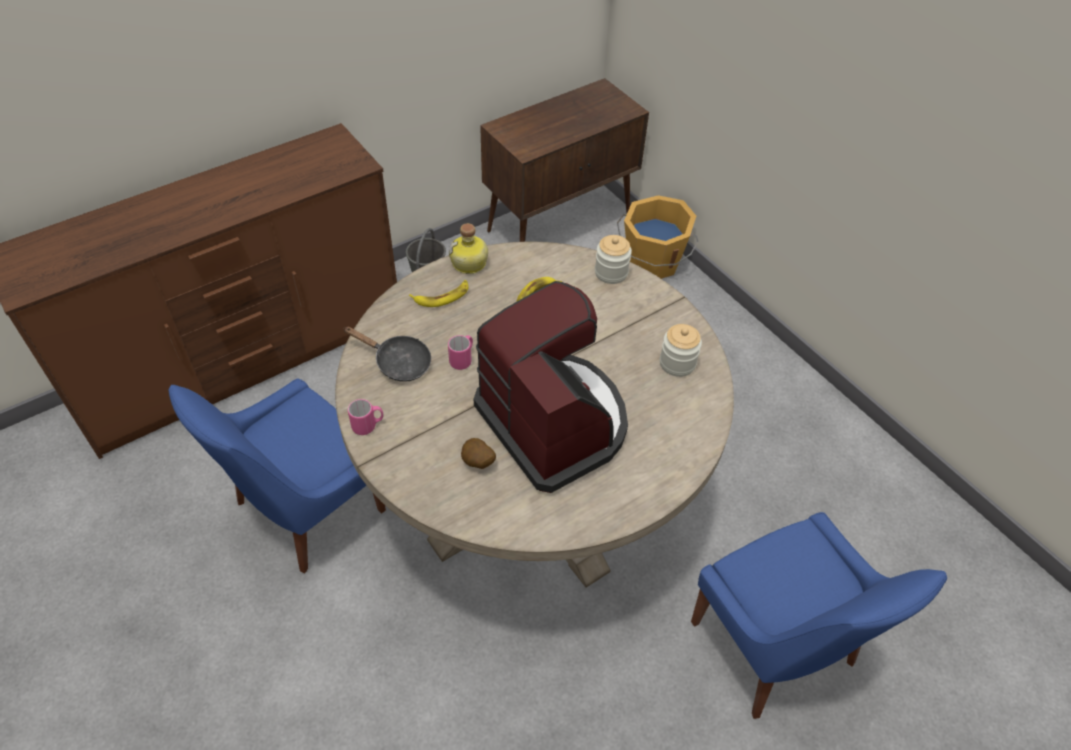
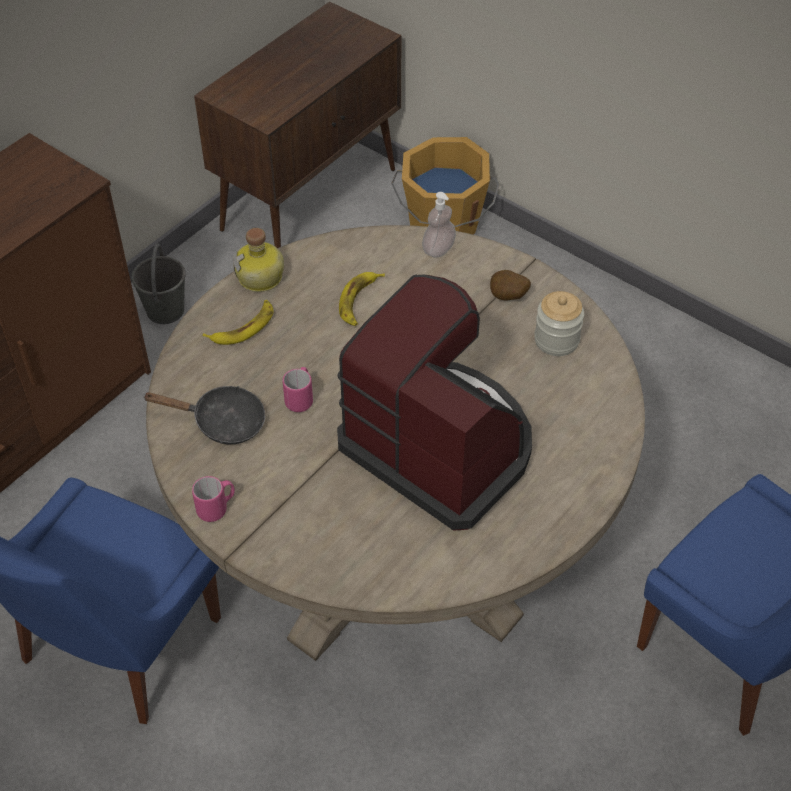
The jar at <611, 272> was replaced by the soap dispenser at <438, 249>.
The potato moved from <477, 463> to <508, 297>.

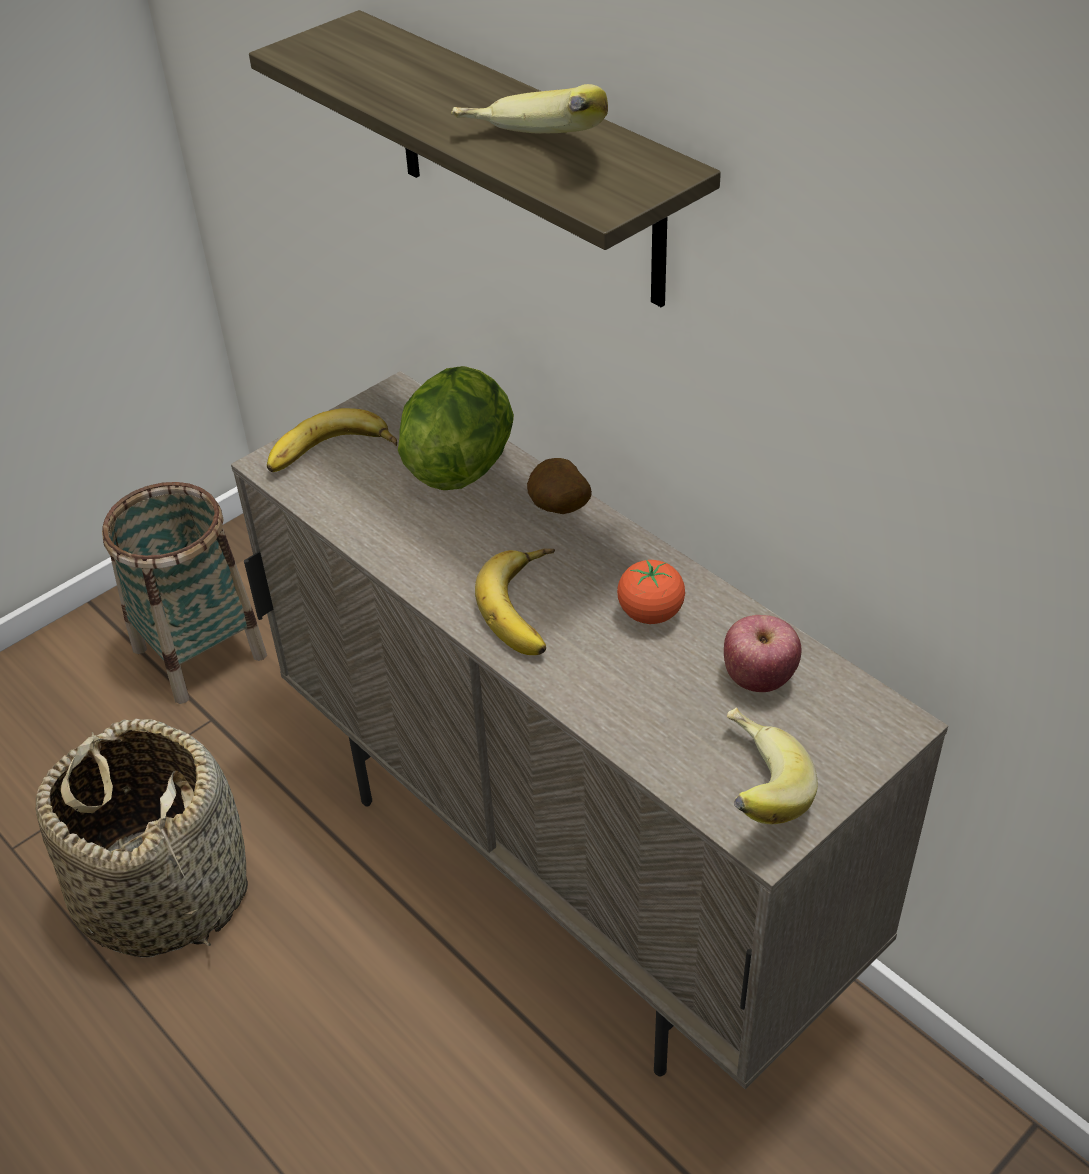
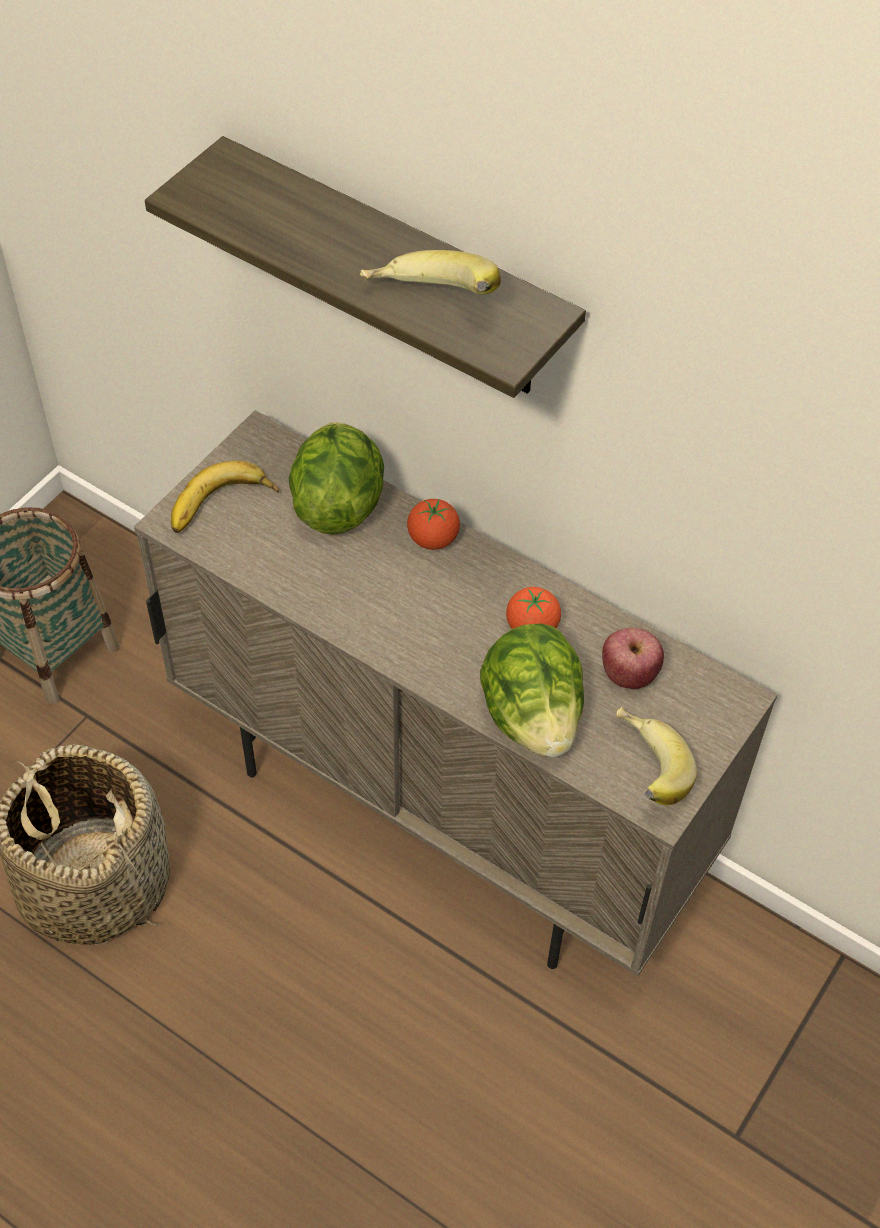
The potato at <558, 510> was replaced by the tomato at <433, 539>.
The banana at <530, 607> disappeared.
The lettuce at <532, 716> appeared.

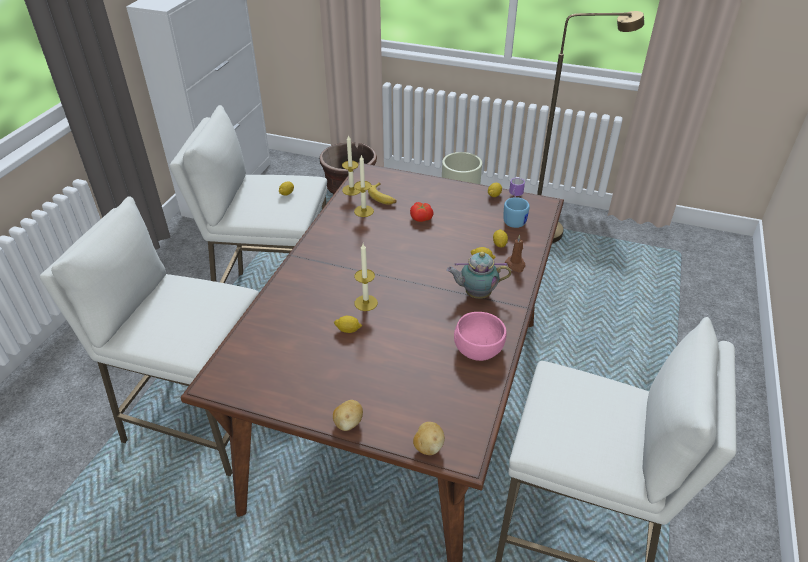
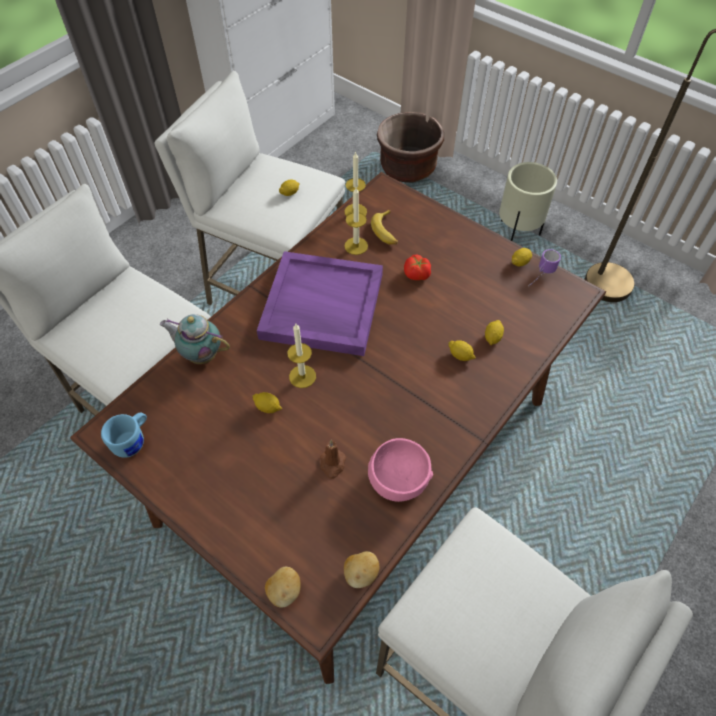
The mug (blue) moved from <515, 220> to <133, 440>.
The candle (brown) moved from <515, 265> to <332, 464>.
The teapot moved from <476, 294> to <201, 354>.
The potato moved from <348, 423> to <361, 573>.
The tray (purple) at <321, 306> appeared.

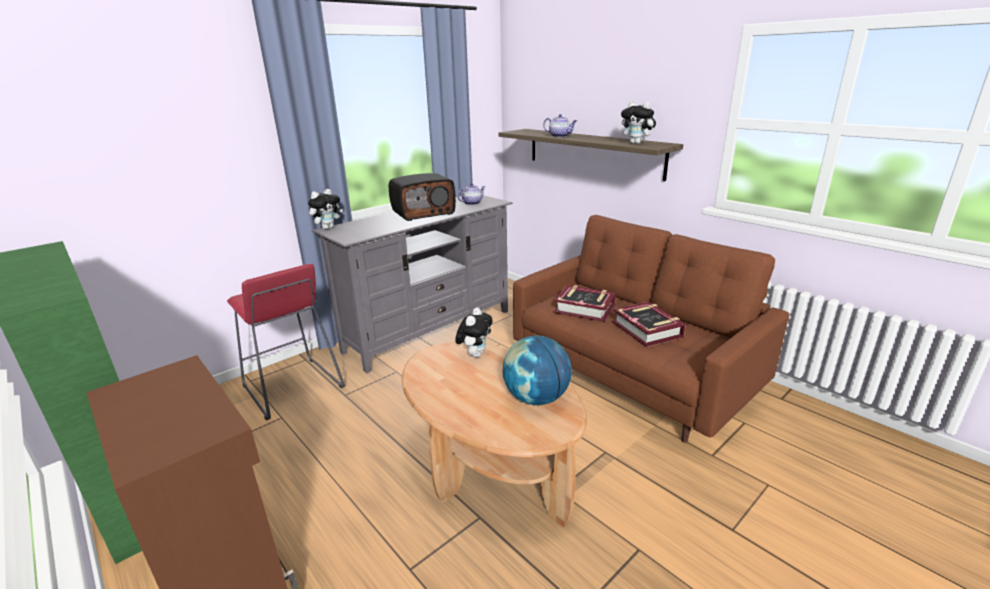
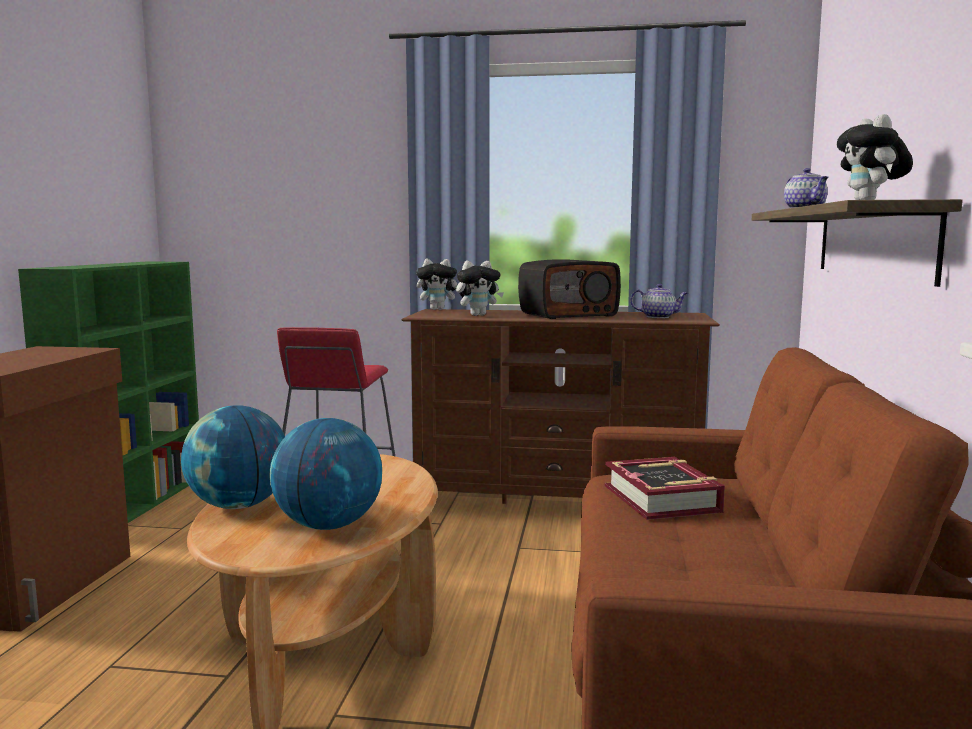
The radio at <423, 213> turned 45 degrees counterclockwise.
The tv stand (grey) at <429, 330> became the tv stand (brown) at <556, 505>.
The book at <647, 329> disappeared.
The plush toy moved from <475, 354> to <478, 315>.
The globe at <239, 506> appeared.

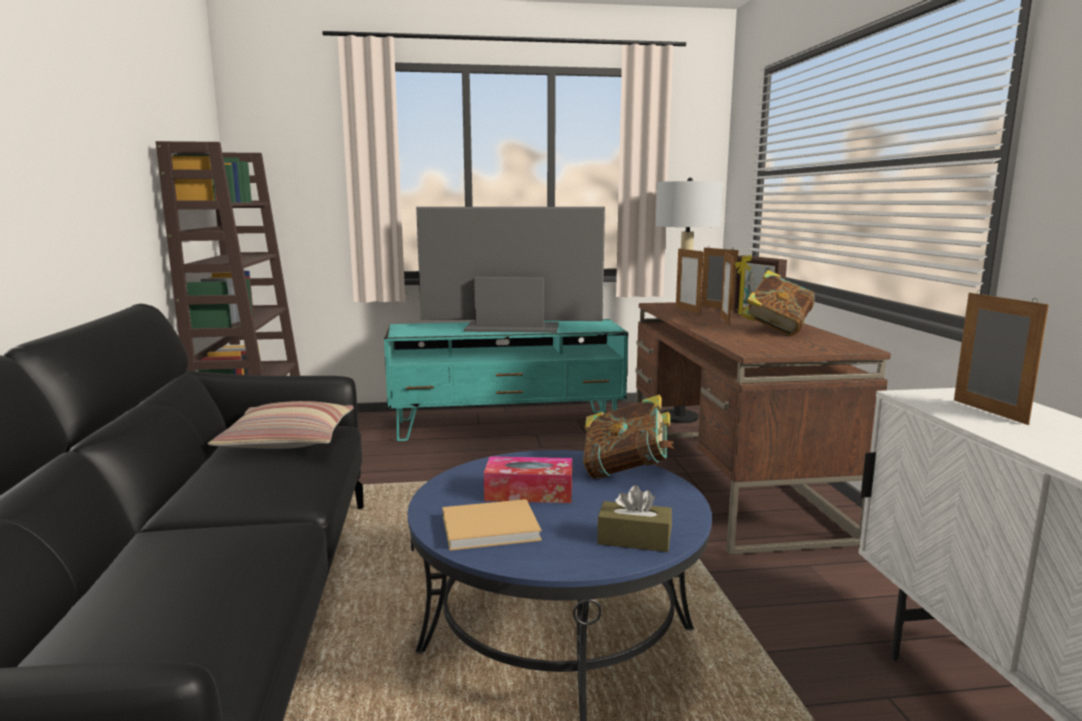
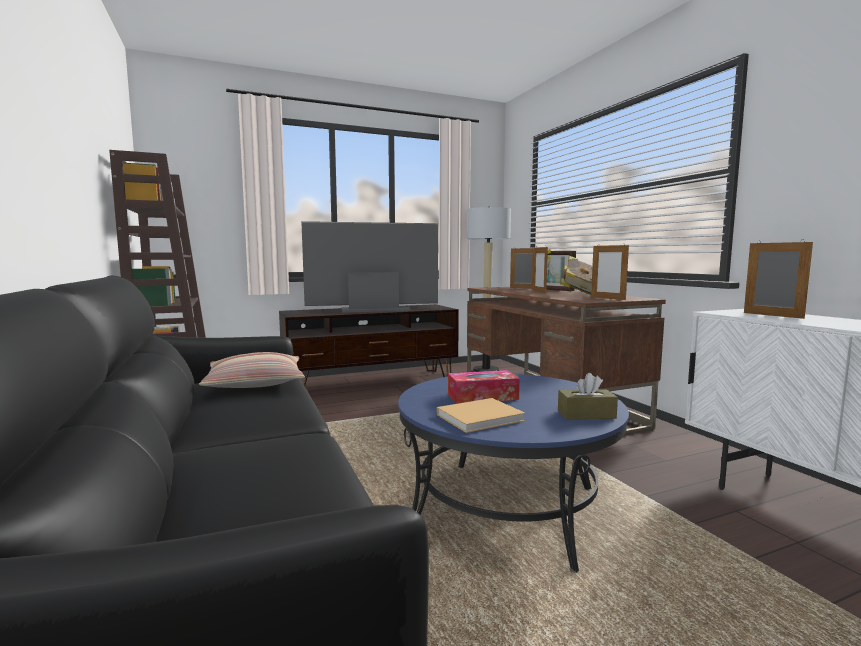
The picture frame moved from <687, 310> to <607, 298>.
The tv stand (turquoise) at <507, 426> became the tv stand (brown) at <371, 383>.
The book at <626, 472> disappeared.

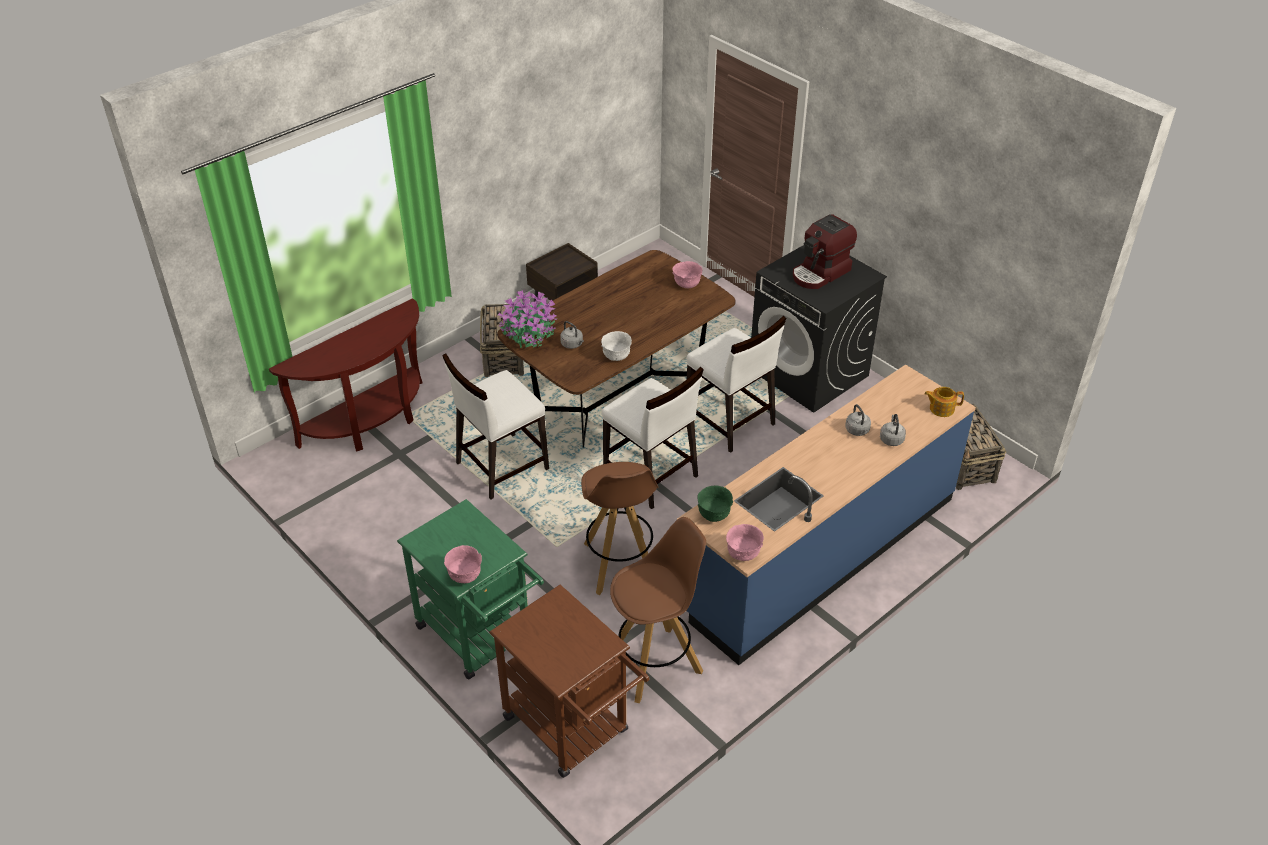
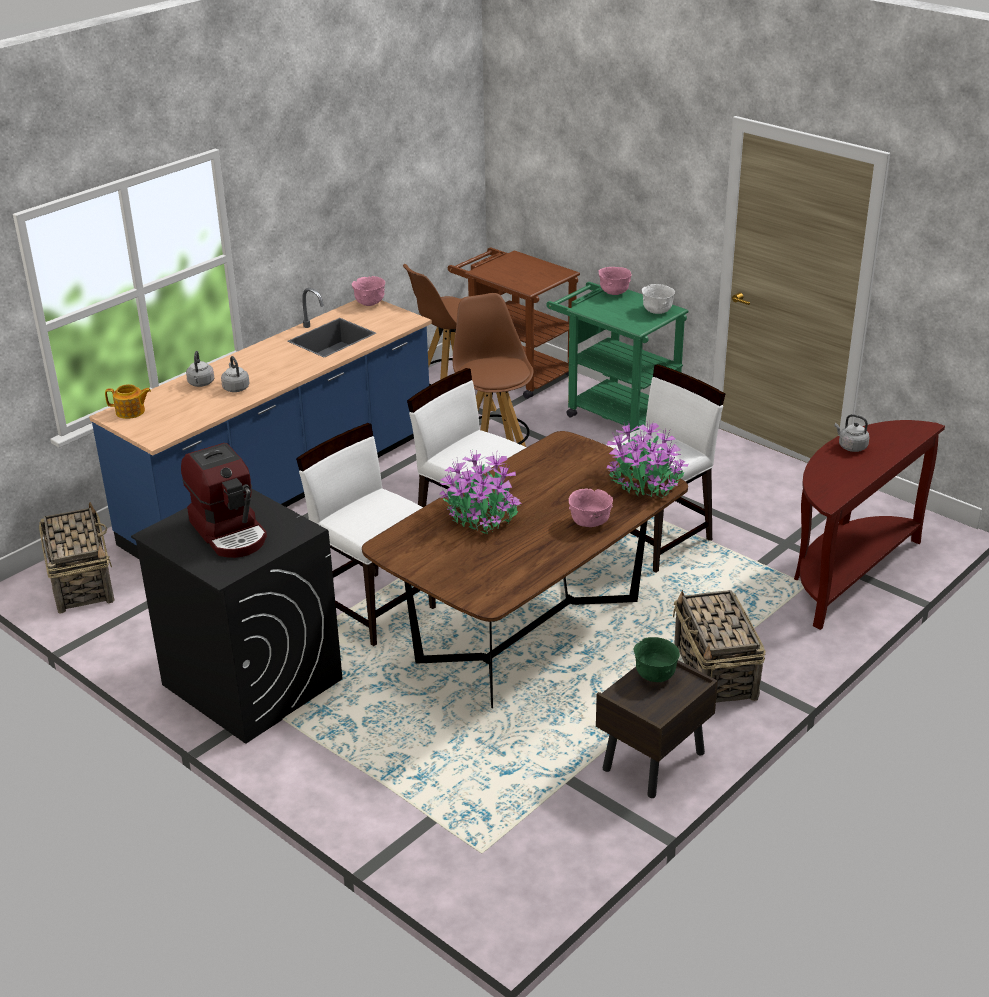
The coffee machine at <821, 273> turned 105 degrees clockwise.
The bowl (pink) moved from <687, 285> to <589, 523>.
The kettle (grey) moved from <572, 344> to <851, 446>.
The bowl (white) moved from <616, 357> to <657, 311>.
The bowl (green) moved from <714, 515> to <655, 675>.
The potted plant at <481, 516> appeared.

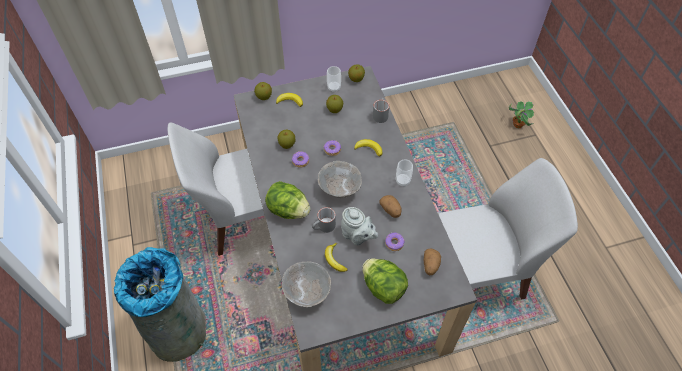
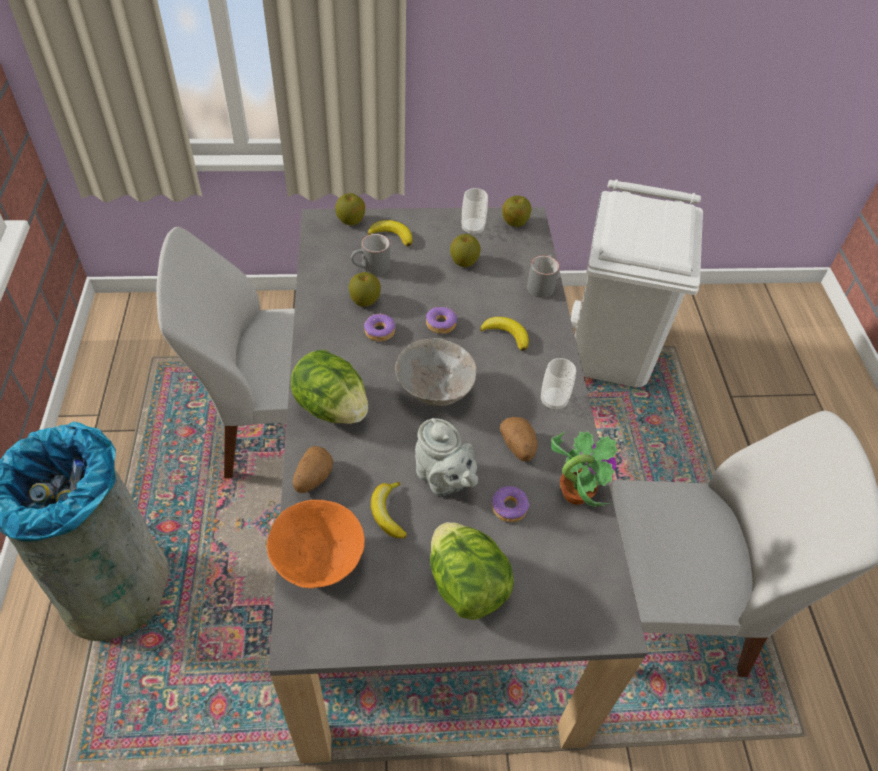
The potted plant moved from <517, 124> to <574, 492>.
The mug (grey) moved from <324, 227> to <371, 268>.
The potato moved from <430, 265> to <312, 478>.
The bowl (grey) at <307, 292> became the bowl (orange) at <318, 562>.
The trash can (white) at <611, 353> appeared.

